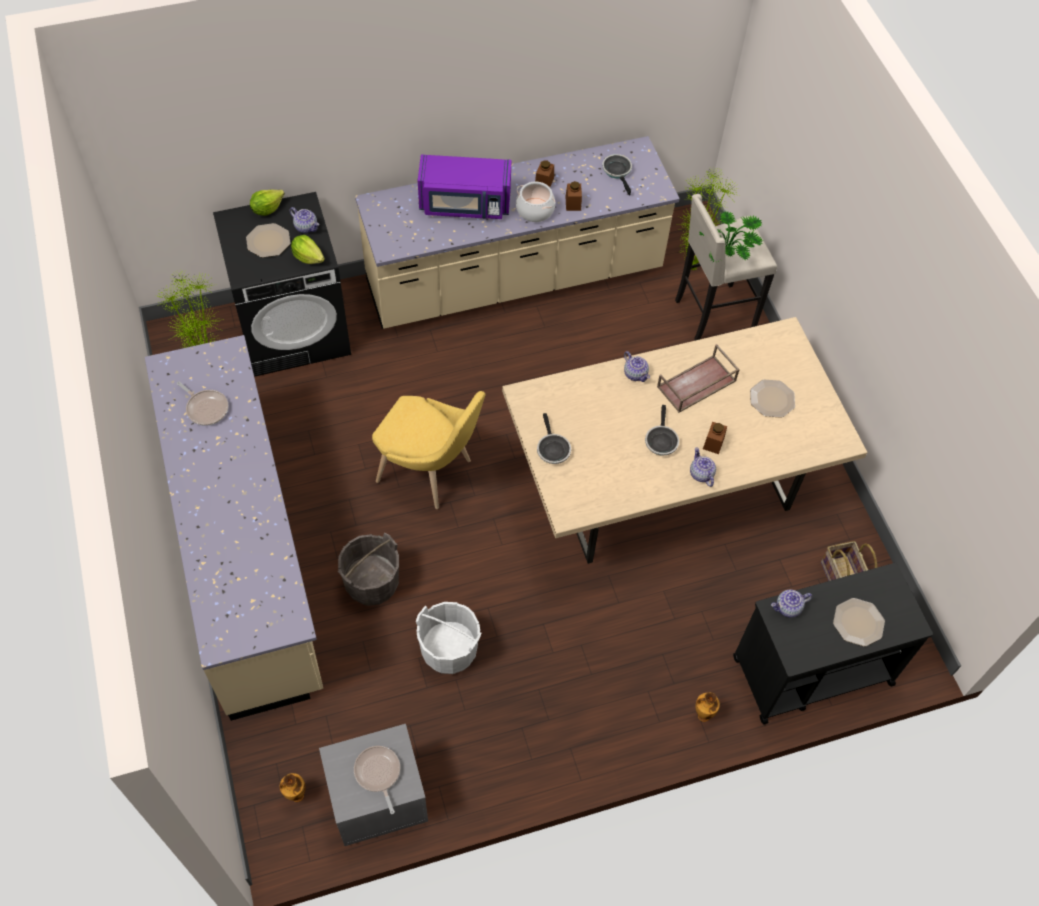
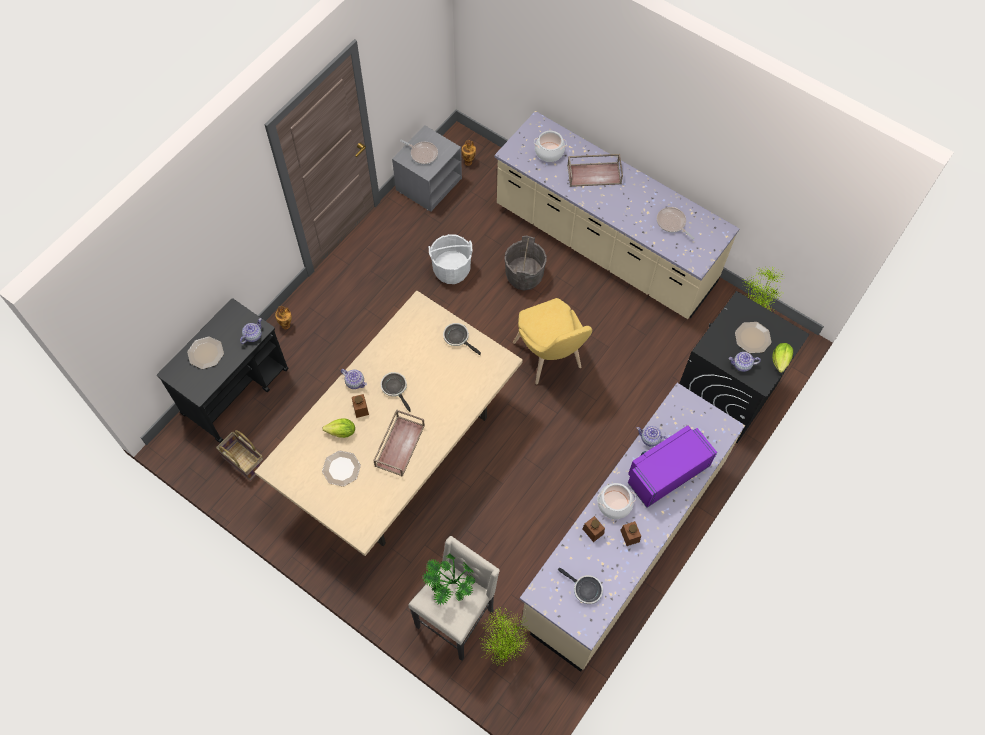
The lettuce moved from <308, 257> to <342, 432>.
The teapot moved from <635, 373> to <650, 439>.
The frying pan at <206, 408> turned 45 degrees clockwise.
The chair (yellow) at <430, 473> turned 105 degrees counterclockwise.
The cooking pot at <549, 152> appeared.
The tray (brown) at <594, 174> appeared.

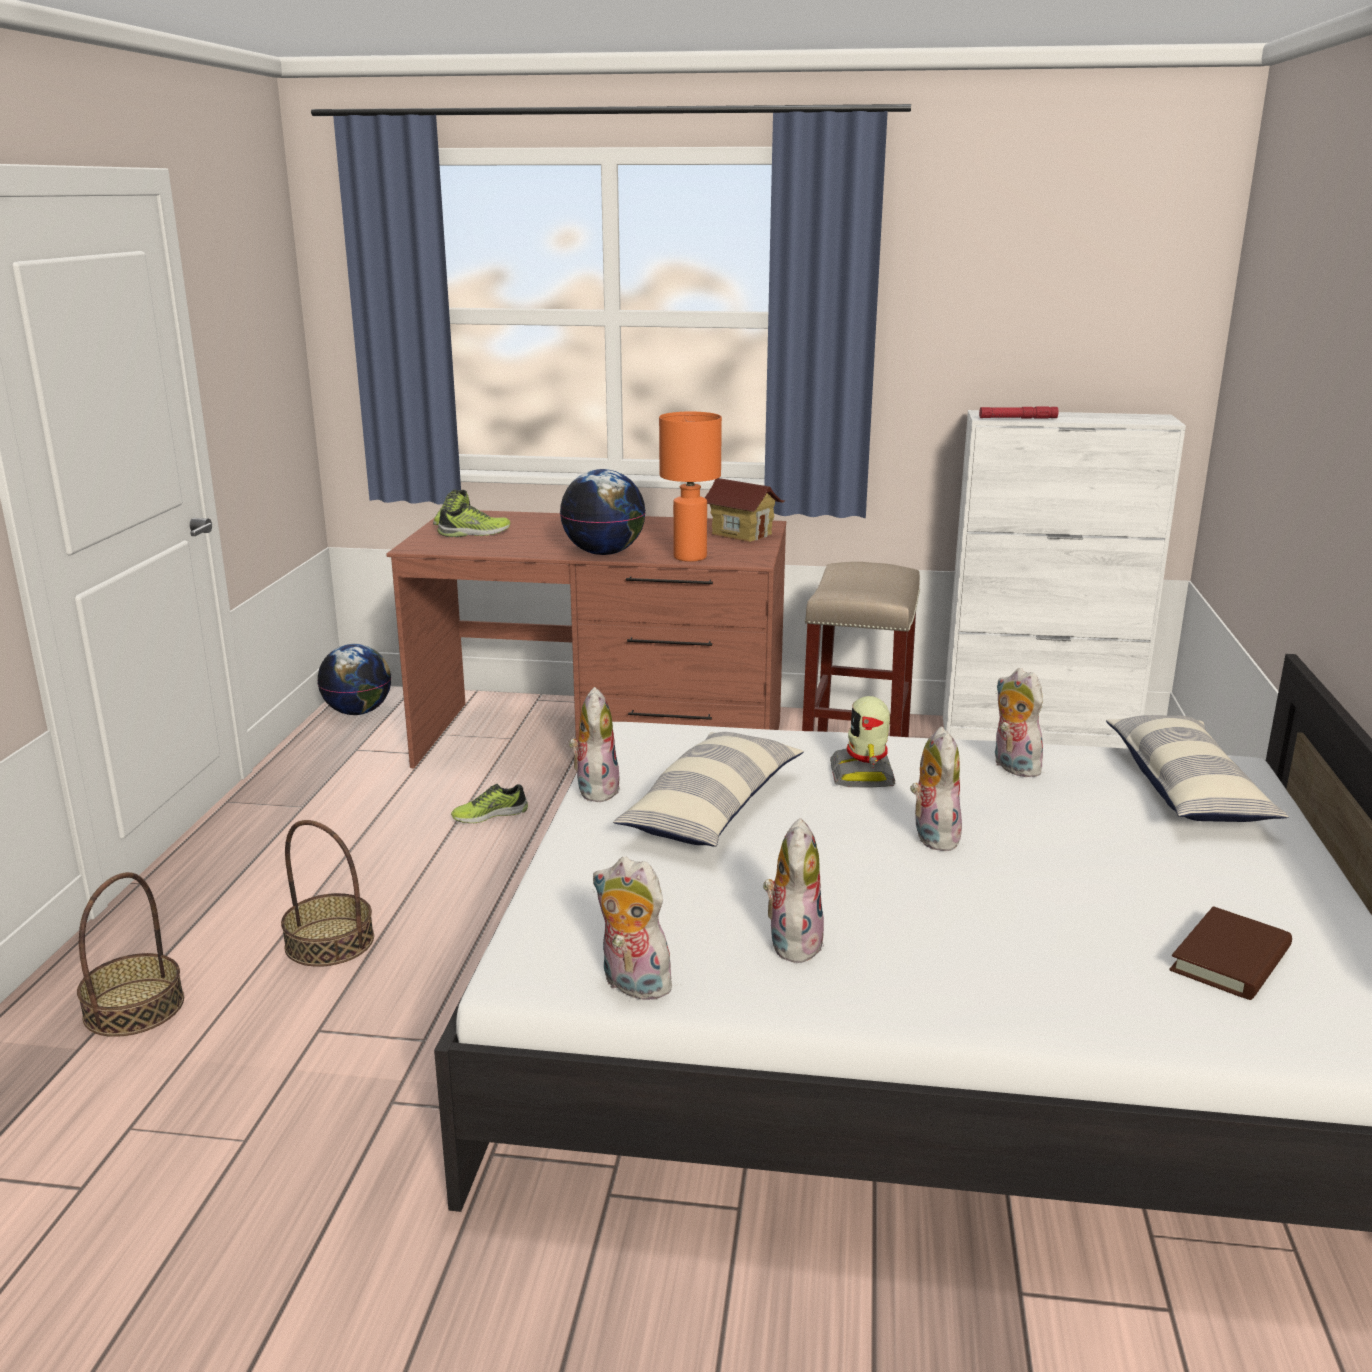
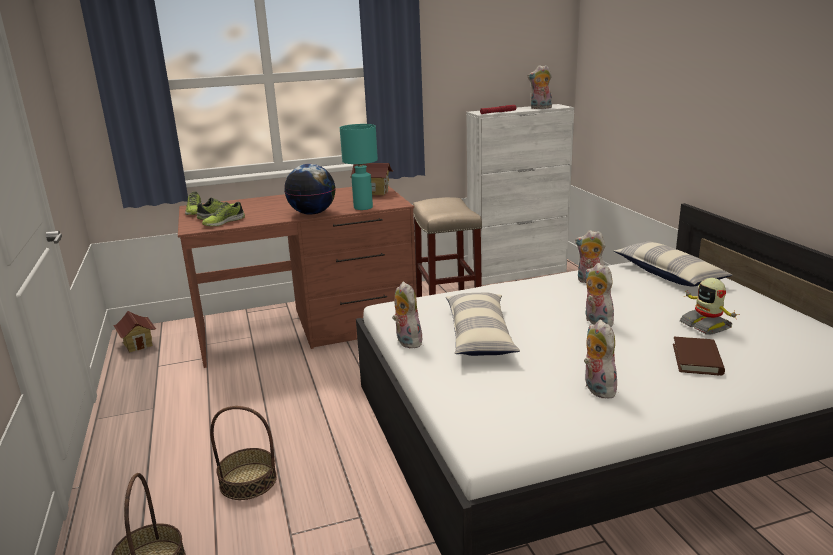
The table lamp (orange) at <690, 557> became the table lamp (turquoise) at <363, 207>.
The globe at <358, 712> was replaced by the toy house at <138, 344>.
The toy robot moved from <864, 775> to <706, 325>.
The shoe moved from <490, 815> to <223, 222>.
The plush toy moved from <632, 985> to <540, 108>.
The book (brown) moved from <1230, 960> to <697, 359>.

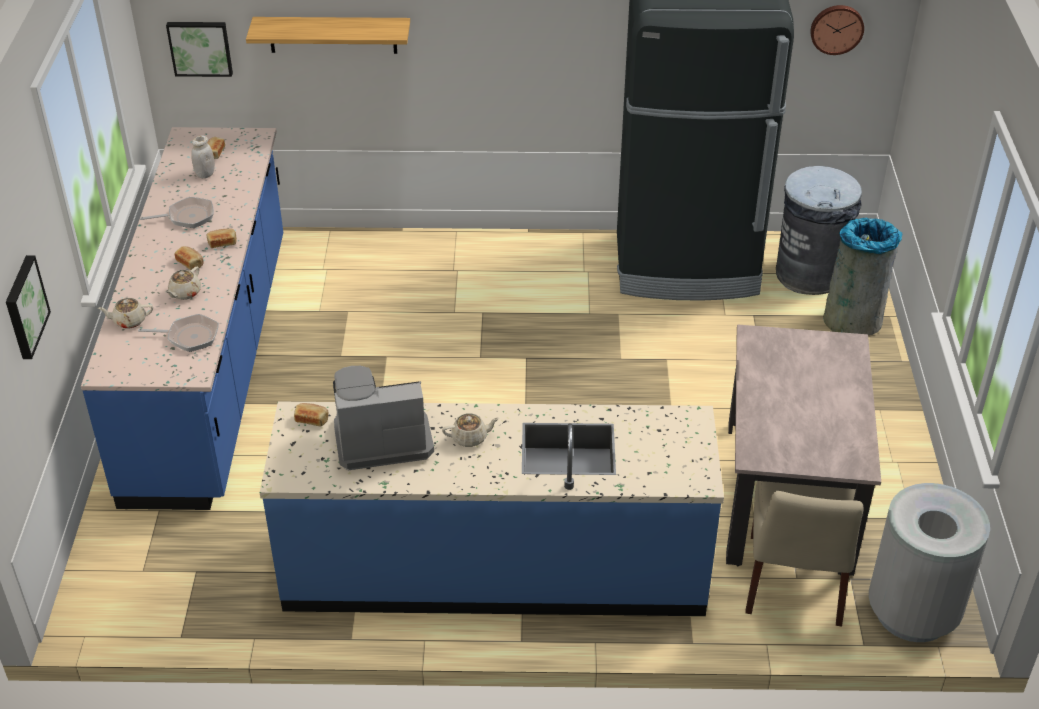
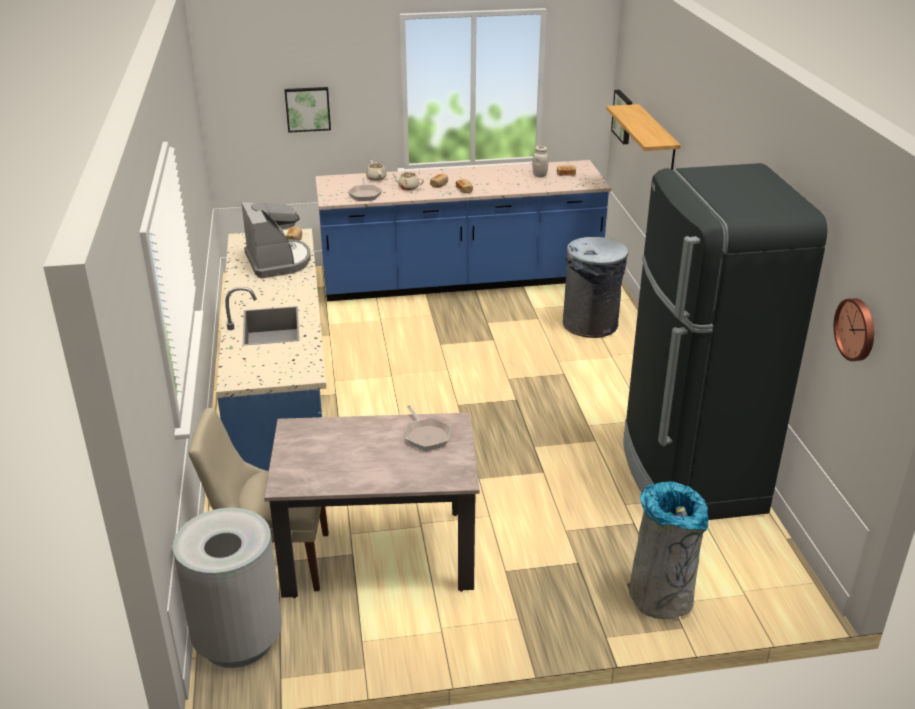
The trash can (grey) moved from <810, 273> to <590, 325>.
The frying pan moved from <188, 217> to <426, 435>.
The teapot (beige) at <470, 438> disappeared.

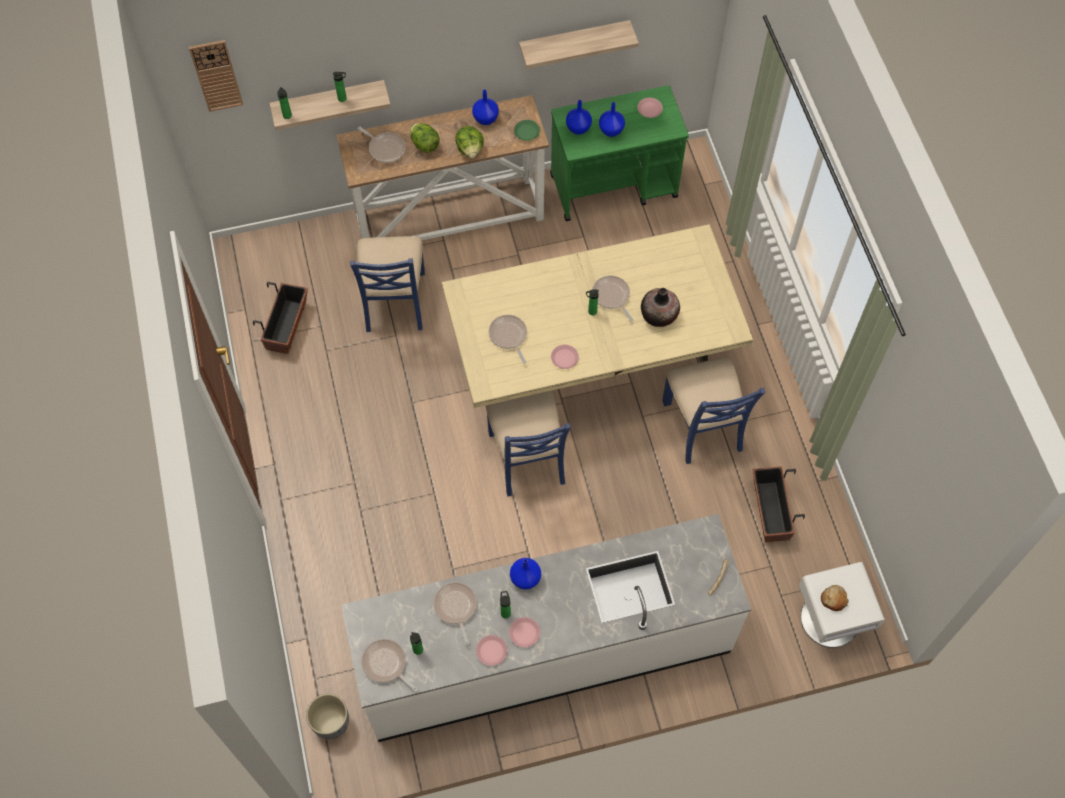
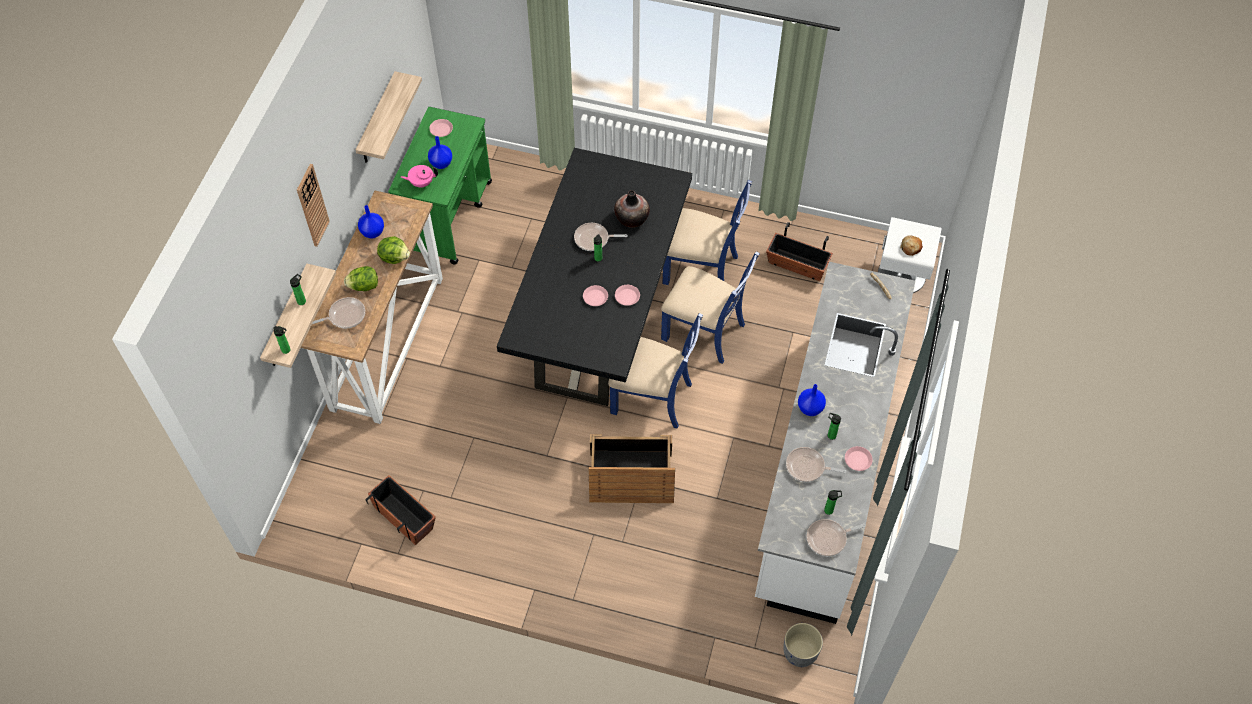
The wall clock moved from <216, 75> to <312, 205>.
The vase (blue) at <578, 128> was replaced by the teapot (pink) at <421, 183>.
The plate (green) at <526, 132> disappeared.
The dining table (beige) at <590, 366> became the dining table (black) at <600, 315>.
The chair (blue) moved from <394, 301> to <704, 331>.
The frying pan at <508, 336> disappeared.
The plate (pink) moved from <524, 633> to <595, 297>.
The crate at <630, 476> appeared.

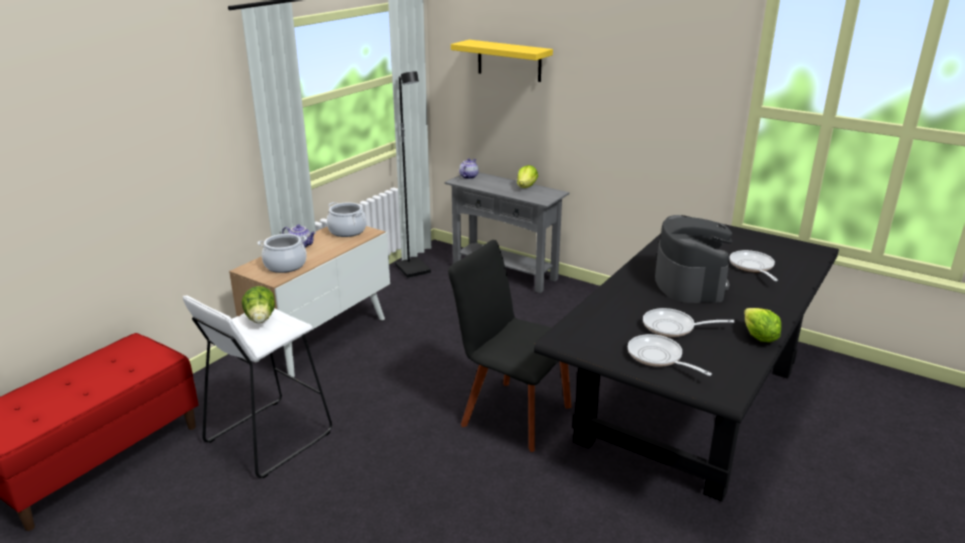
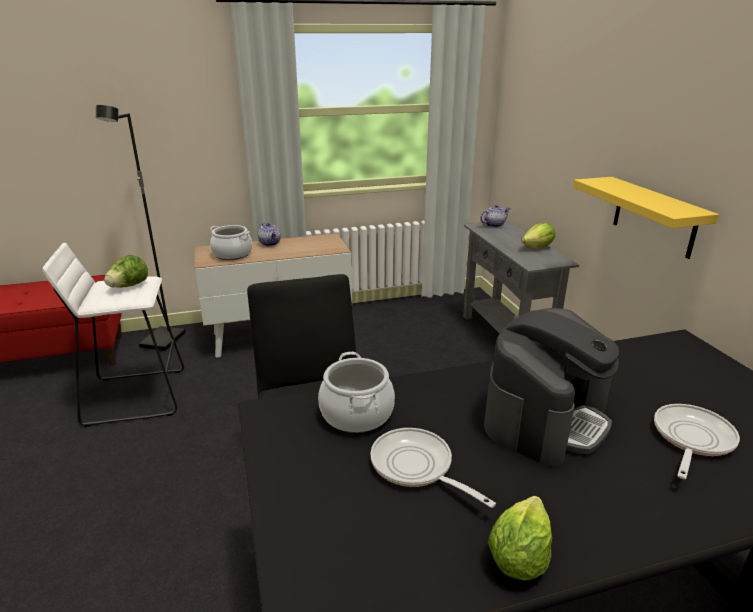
The shelf (yellow) moved from <509, 60> to <654, 217>.
The floor lamp (black) moved from <414, 269> to <163, 341>.
The cooking pot moved from <347, 231> to <356, 414>.
The frying pan at <658, 357> disappeared.

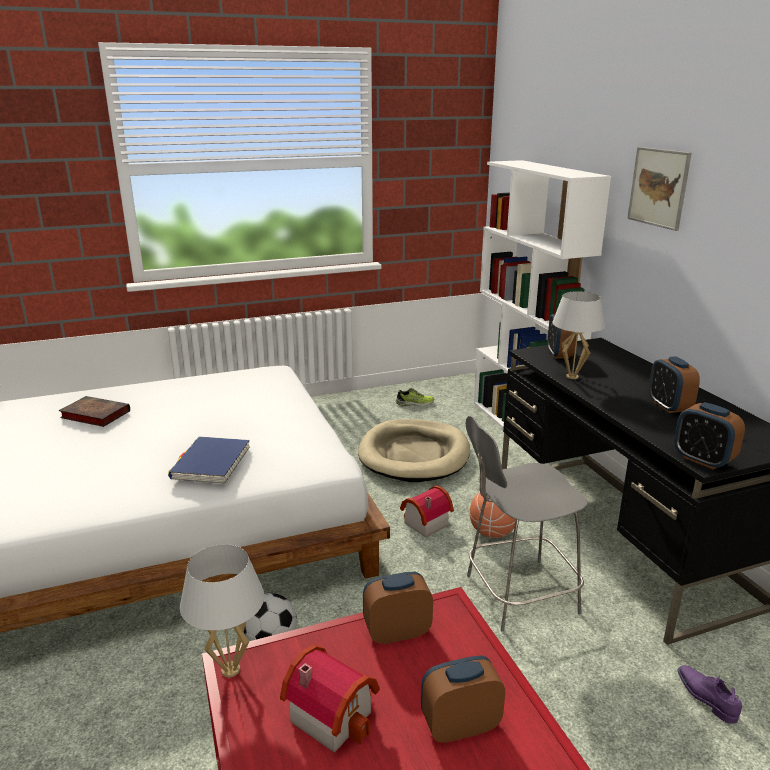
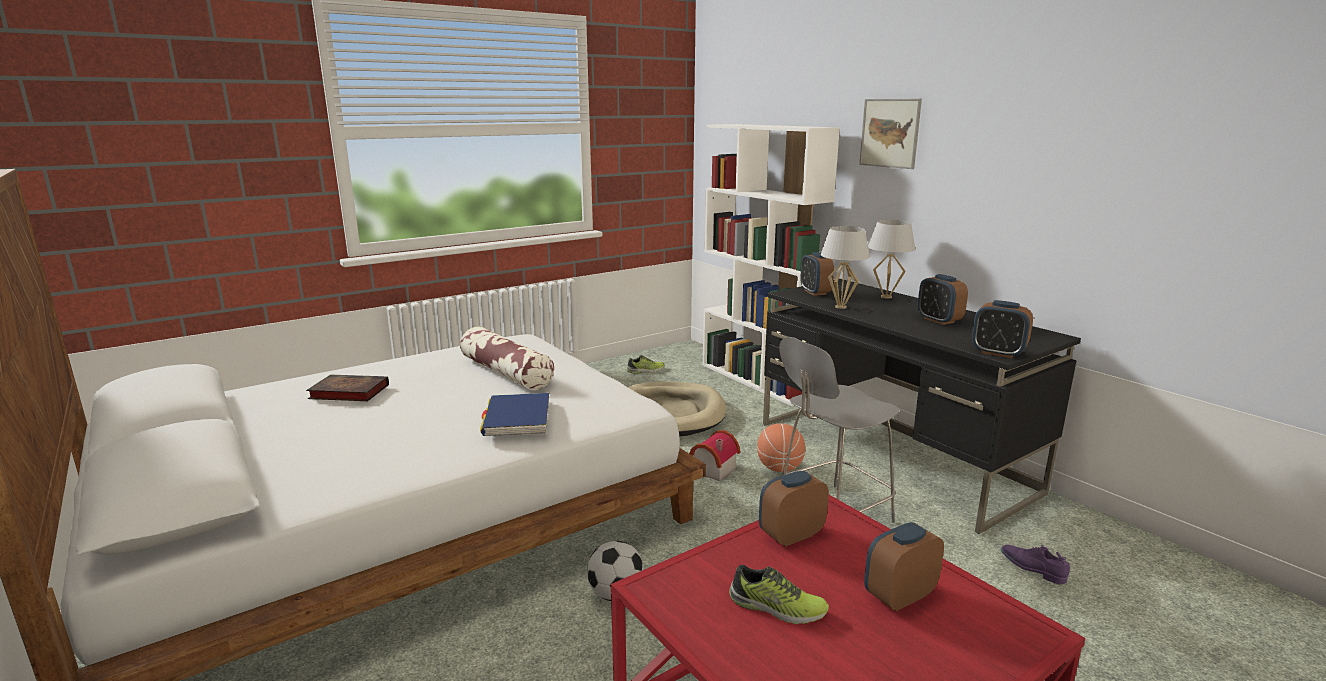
The table lamp (white) moved from <231, 669> to <886, 297>.
The toy house at <333, 712> was replaced by the shoe at <777, 608>.
The pillow at <506, 372> appeared.

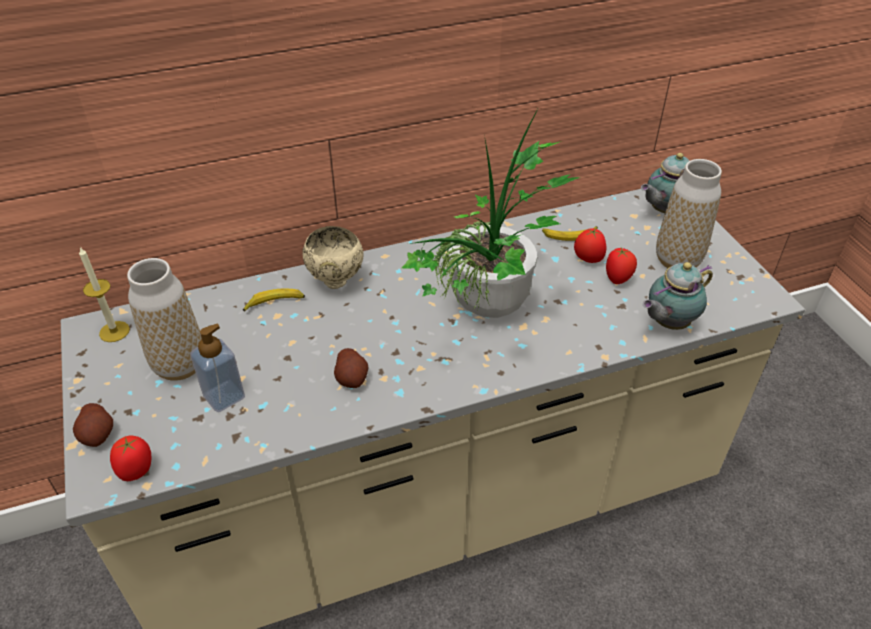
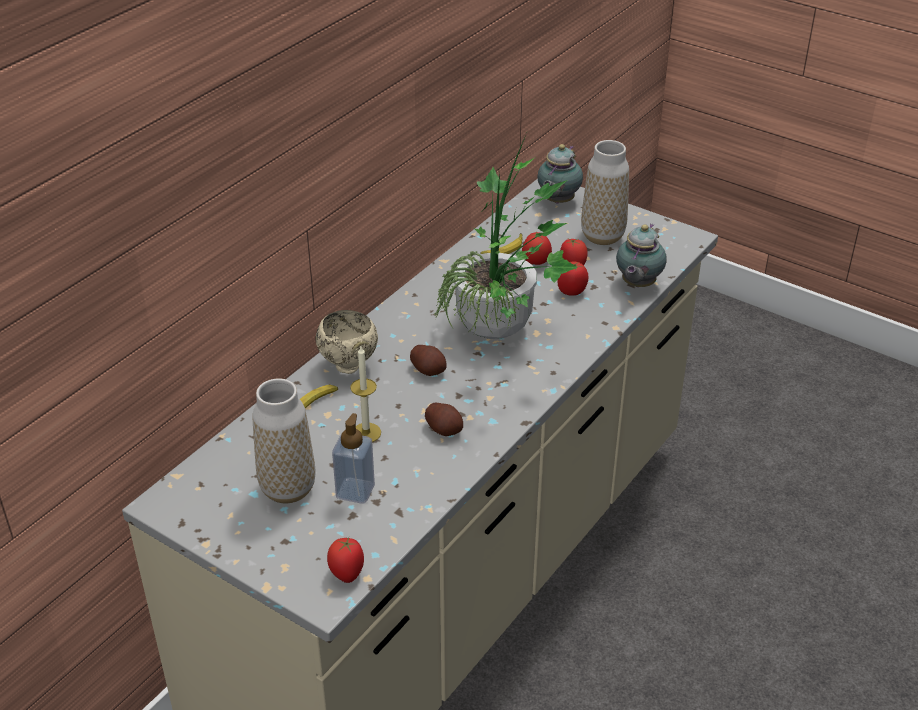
The candle moved from <114, 331> to <366, 433>.
The potato moved from <97, 434> to <428, 370>.
The tomato at <572, 292> appeared.

